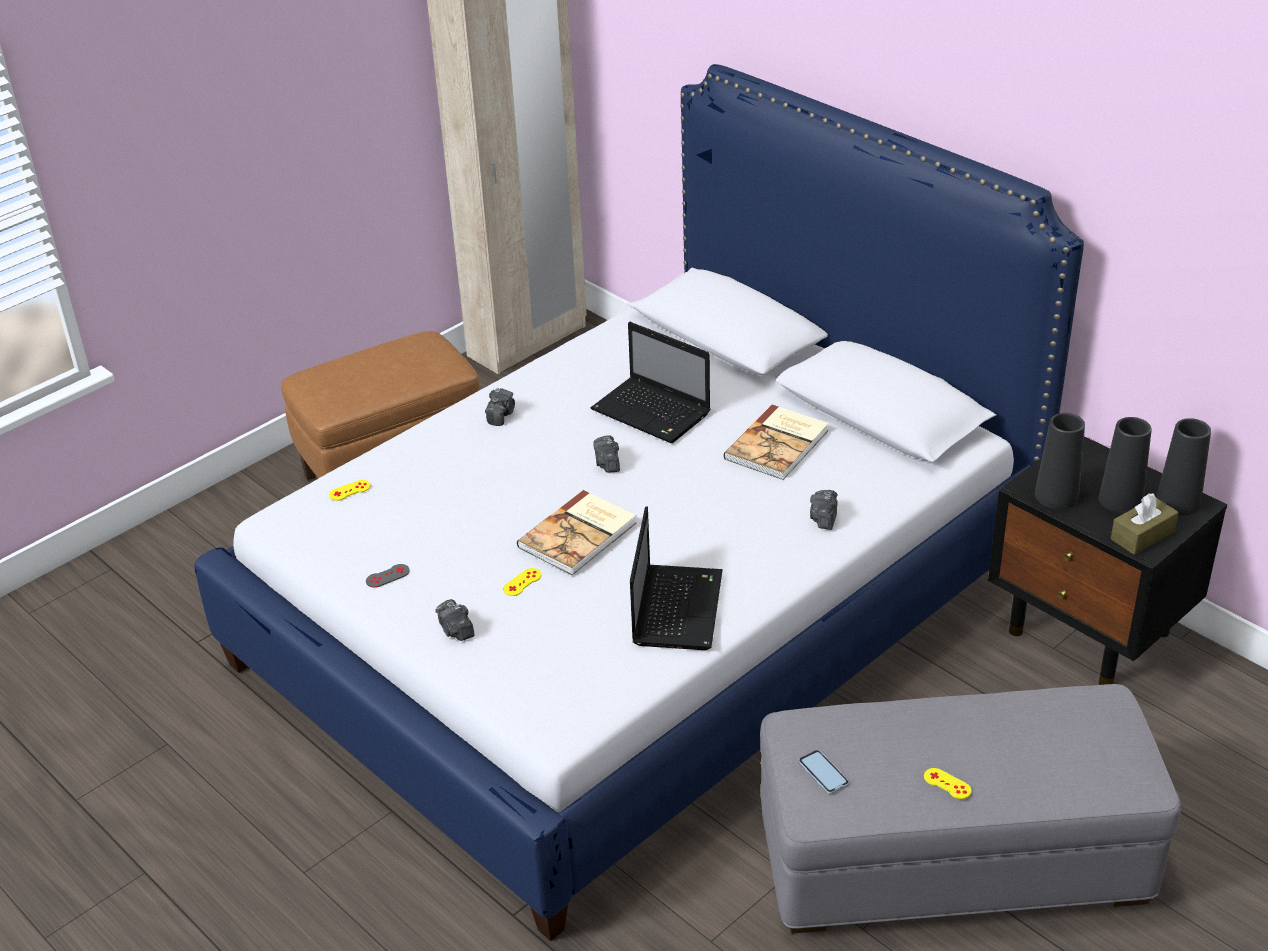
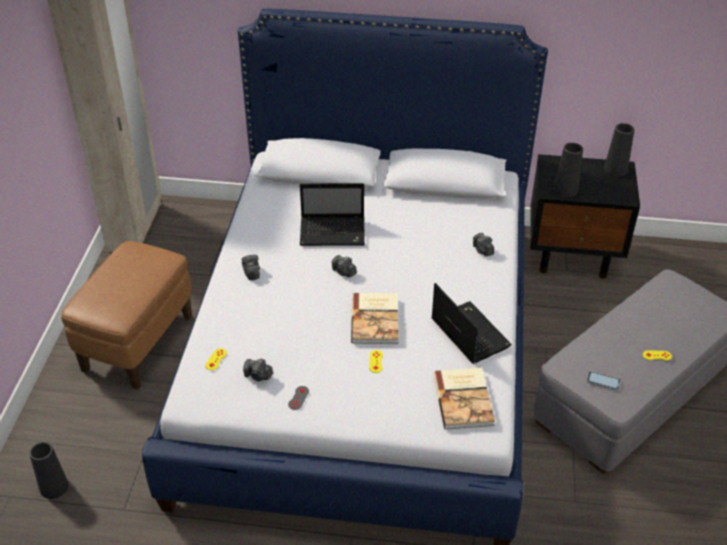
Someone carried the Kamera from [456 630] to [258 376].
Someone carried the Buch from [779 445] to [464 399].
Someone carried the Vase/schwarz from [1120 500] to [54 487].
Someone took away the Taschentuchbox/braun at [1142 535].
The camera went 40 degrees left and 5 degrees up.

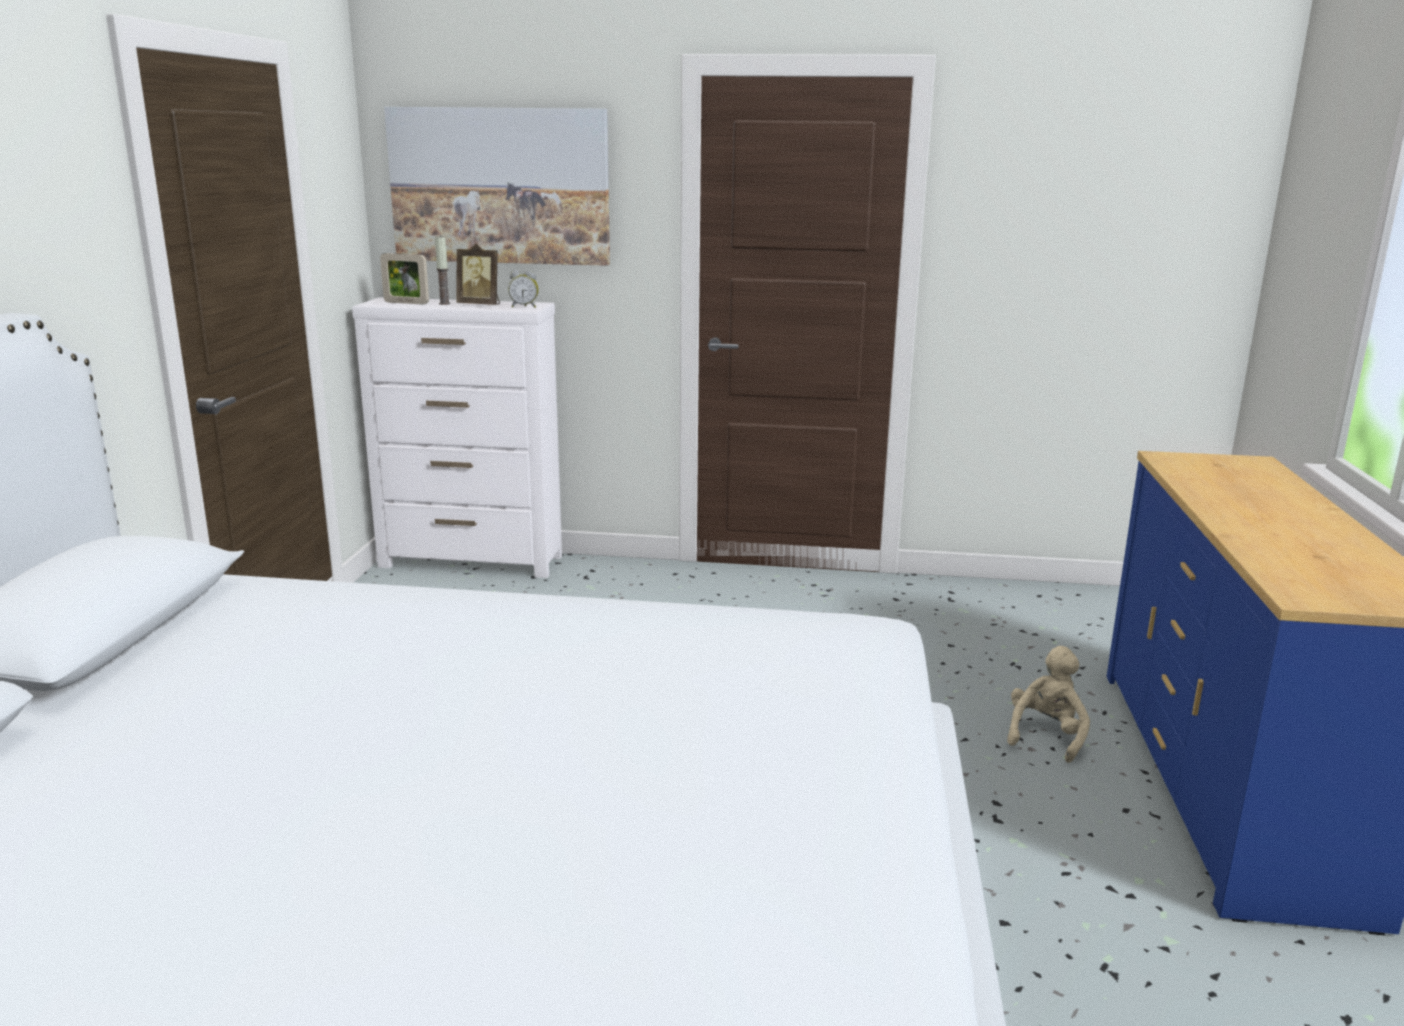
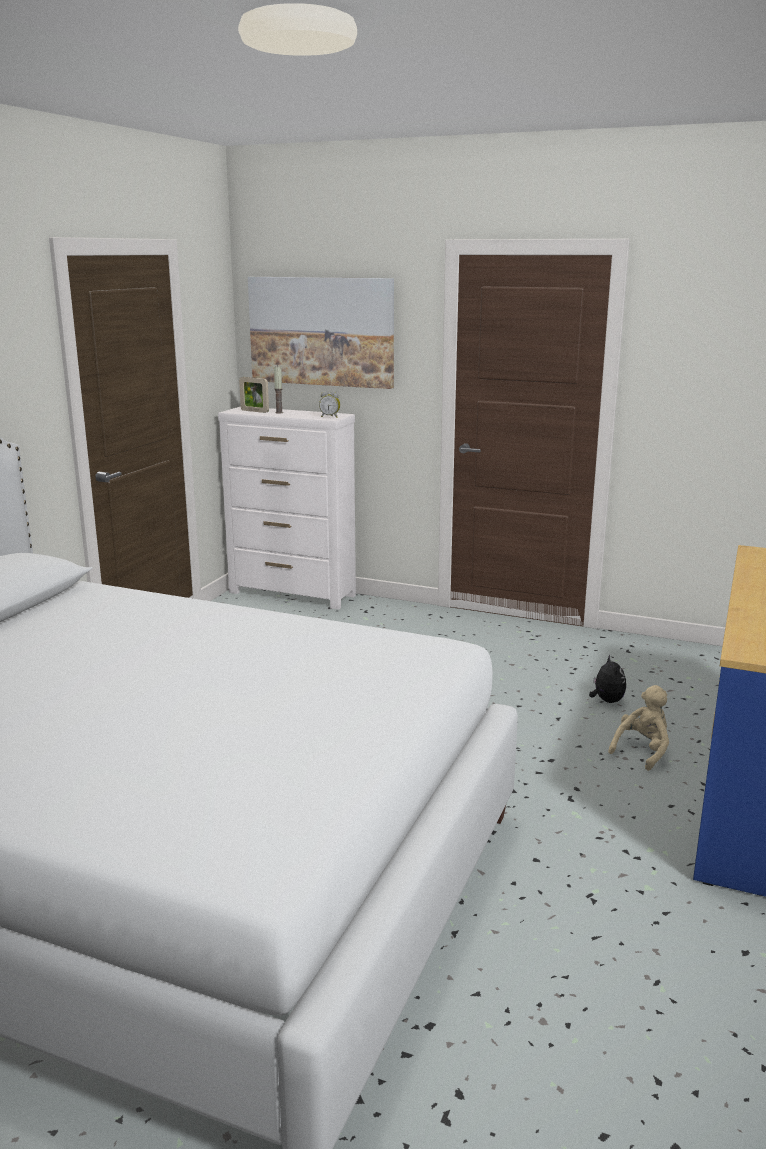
Someone took away the Bilderrahmen at [480 305].
Someone put down the Plüschtier at [606 701].
The camera went 15 degrees right and 0 degrees up.

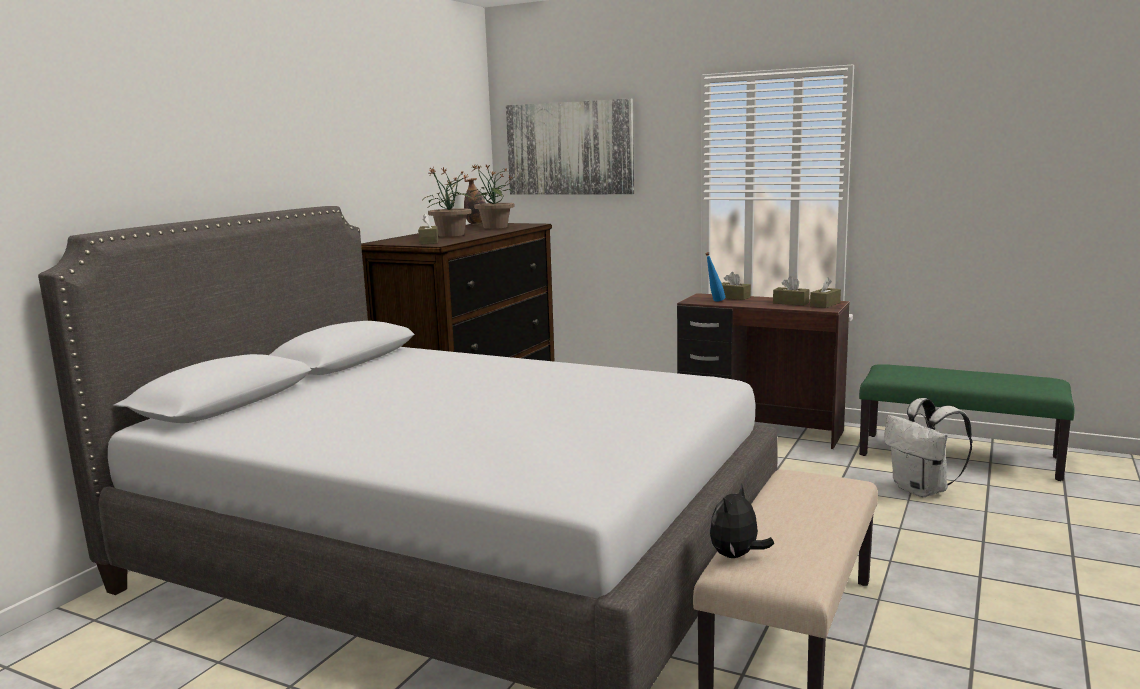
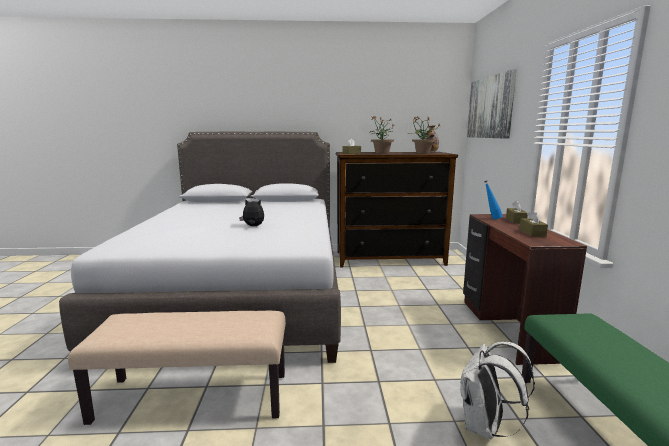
Someone carried the Plüschtier from [736 556] to [253 226].
Someone took away the Taschentuchbox/braun at [825 304].
The camera went 60 degrees right and 0 degrees up.

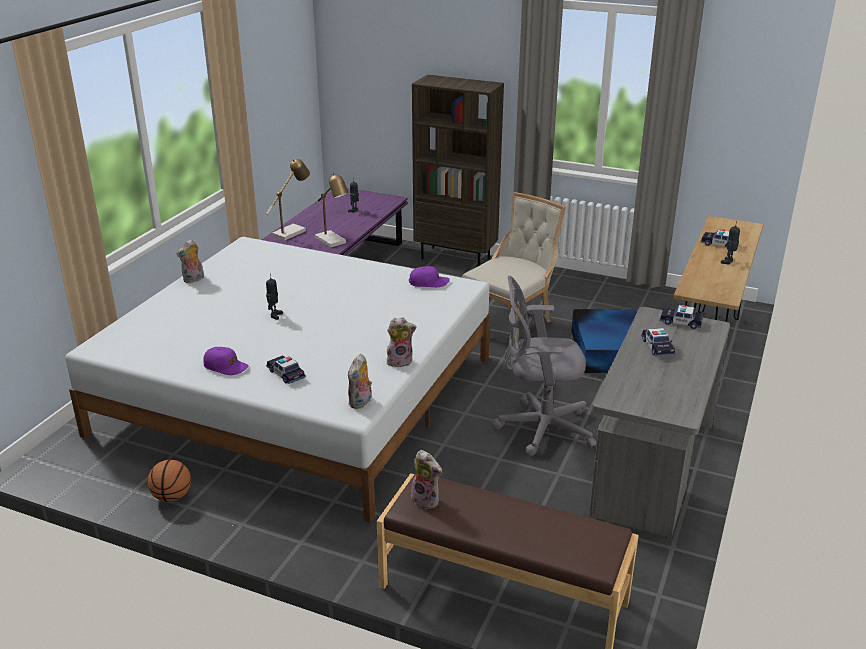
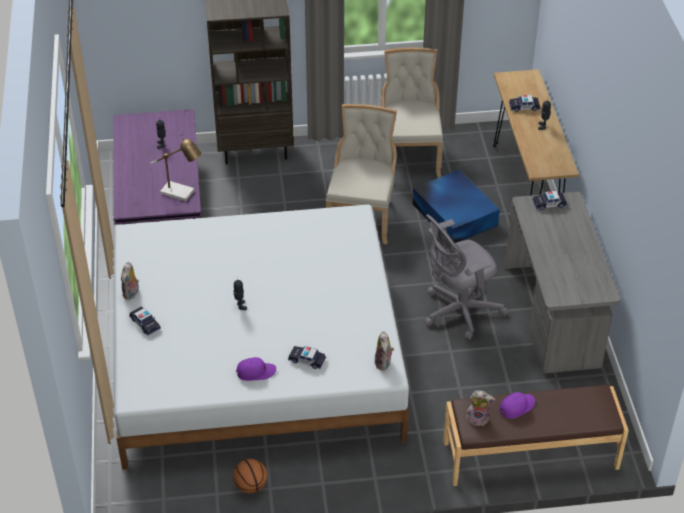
Someone took away the Tischlampe at [292 231].
Someone took away the Plüschtier at [400 361].
Someone carried the Kappe/lila from [428 282] to [516 407].
Someone carried the Spielzeugauto from [657 347] to [145 323].
Someone put down the Stuhl/beige at [409 155].
The camera went 30 degrees left and 15 degrees up.

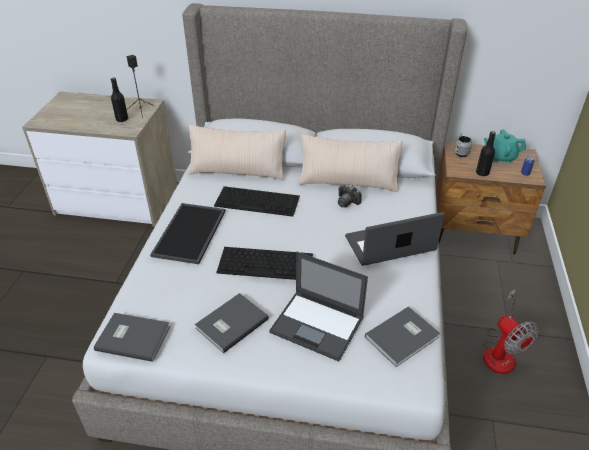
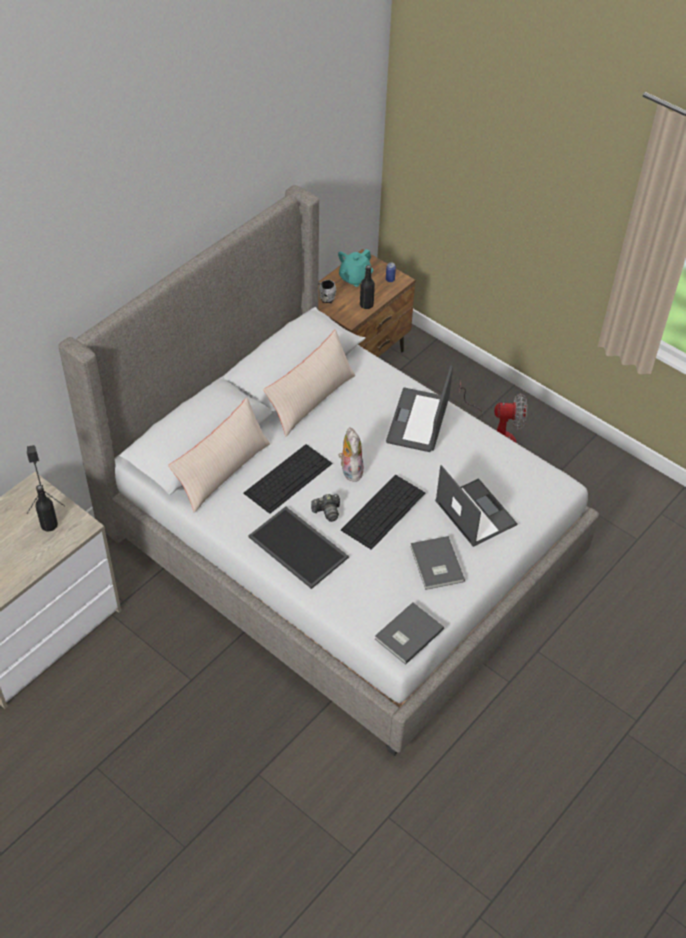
Someone rotated the Laptop at [318 325] by 90 degrees counterclockwise.
Someone carried the Kamera from [347 201] to [327 512].
Someone took away the Buch/grau at [403 338].
Someone put down the Plüschtier at [350 470].
The camera went 60 degrees left and 10 degrees up.

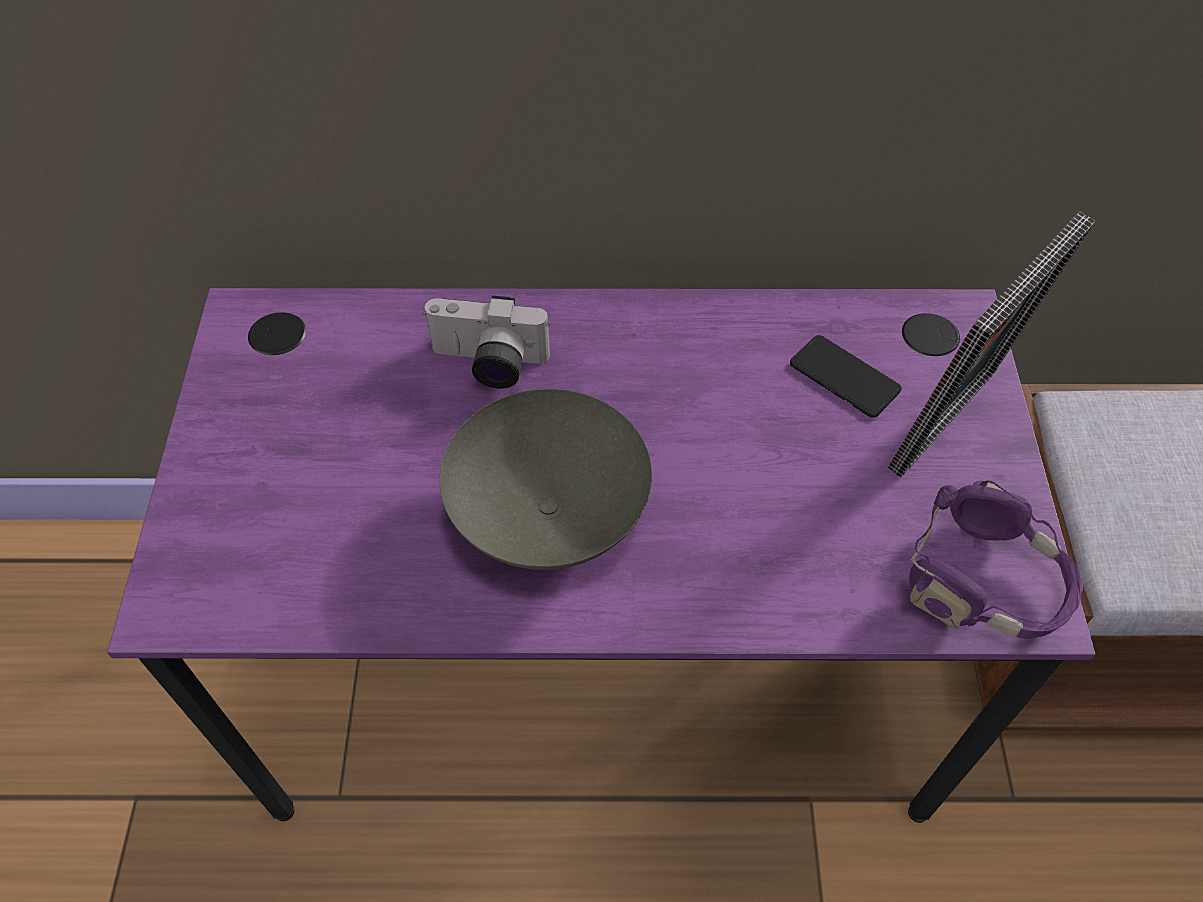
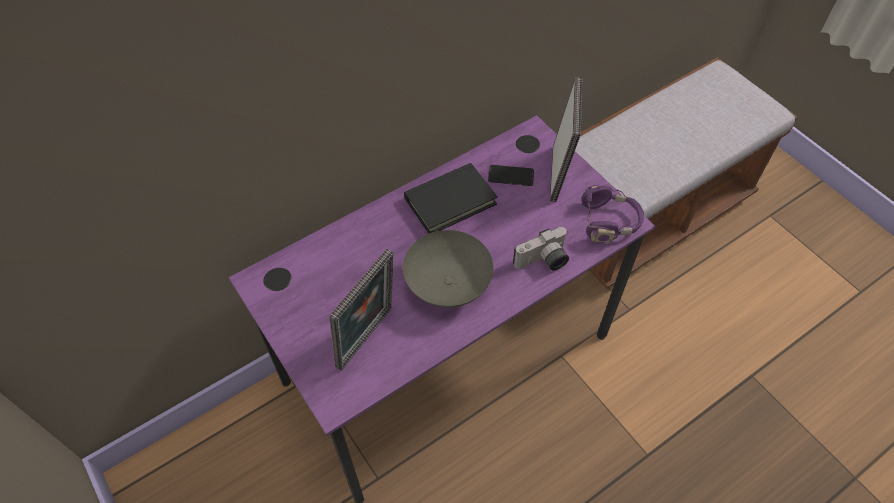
Someone carried the Kamera from [488 364] to [543 262].
Someone put down the Bilderrahmen at [368 340].
Someone put down the Buch/schwarz at [450 201].
The camera went 35 degrees left and 0 degrees up.

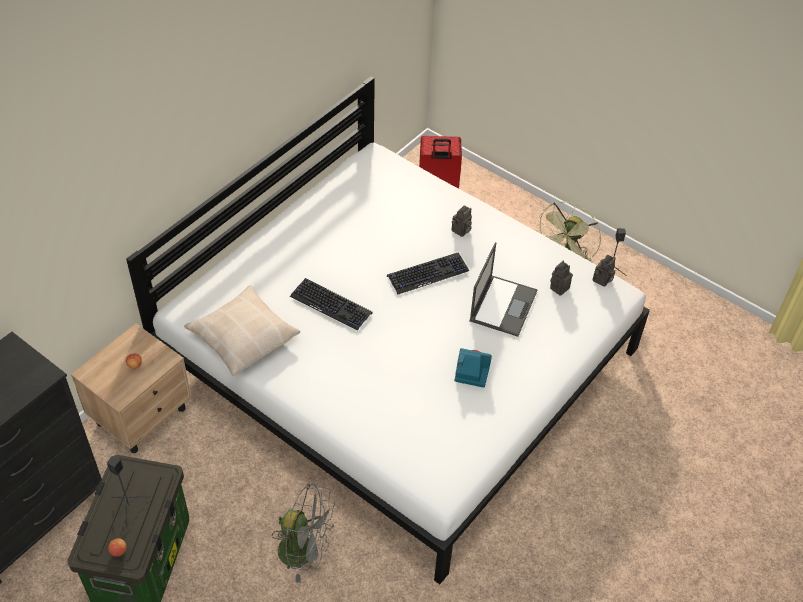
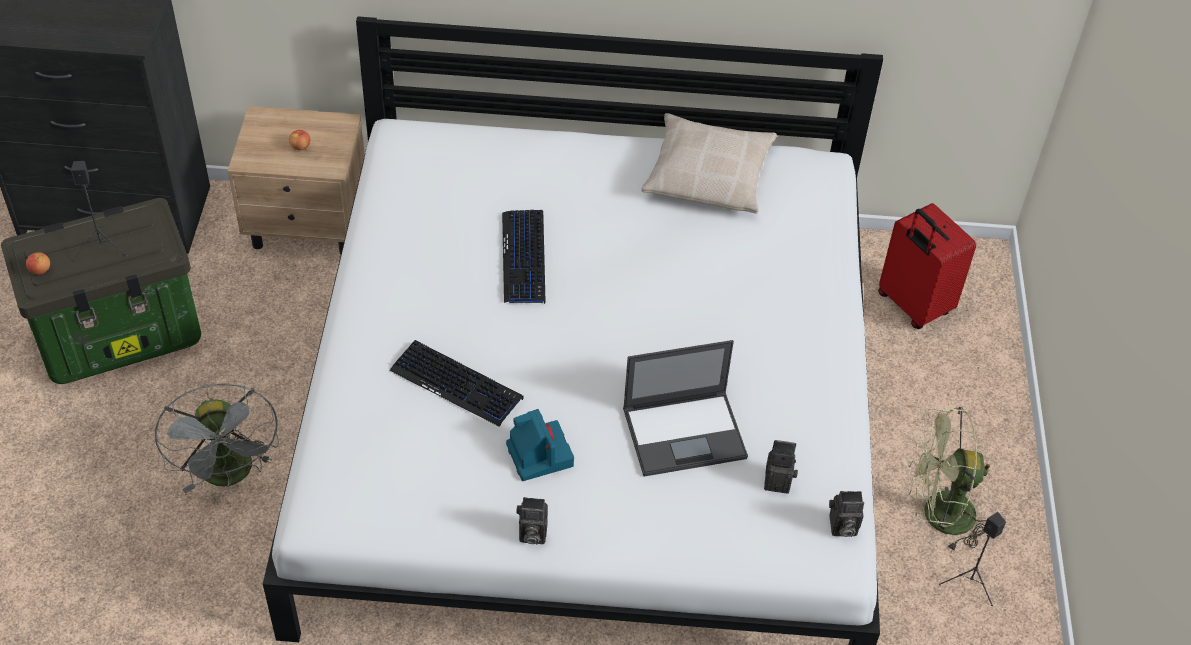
Someone carried the Kissen/beige from [243 337] to [708 175].
Someone carried the Tastatur from [428 274] to [457 384].
Someone carried the Kamera from [461 231] to [531 534].
The camera went 55 degrees right and 0 degrees up.

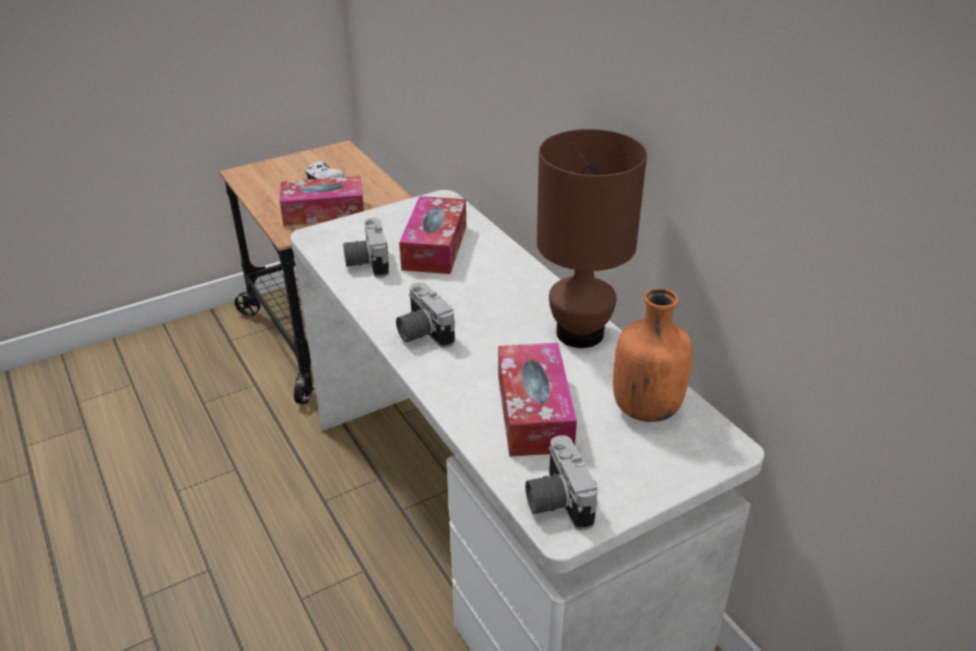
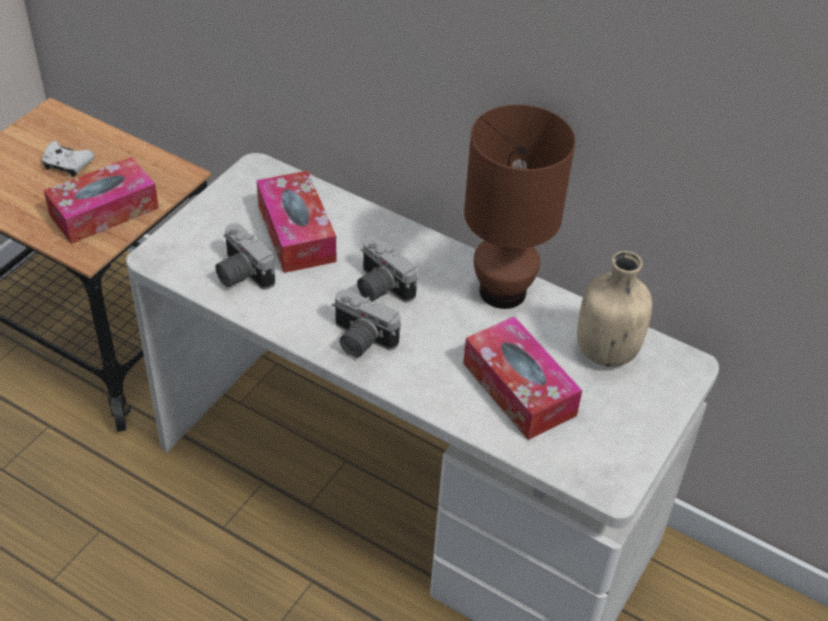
Someone carried the Kamera from [555 501] to [379 288].
Someone repainted the Flasche/orange at [645 407], which became the Flasche/beige at [605 350].
The camera went 30 degrees left and 10 degrees up.

